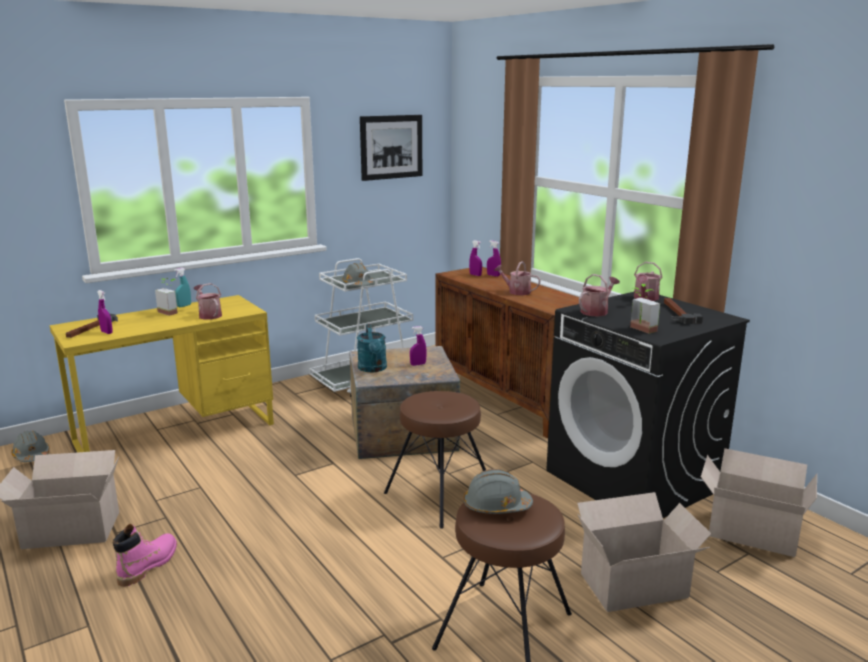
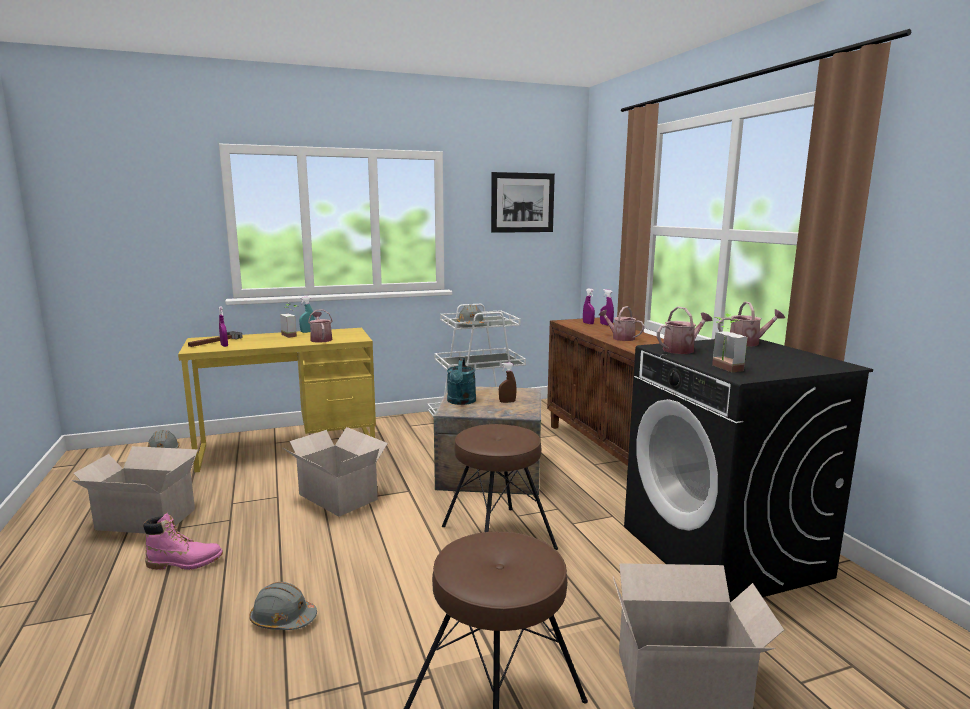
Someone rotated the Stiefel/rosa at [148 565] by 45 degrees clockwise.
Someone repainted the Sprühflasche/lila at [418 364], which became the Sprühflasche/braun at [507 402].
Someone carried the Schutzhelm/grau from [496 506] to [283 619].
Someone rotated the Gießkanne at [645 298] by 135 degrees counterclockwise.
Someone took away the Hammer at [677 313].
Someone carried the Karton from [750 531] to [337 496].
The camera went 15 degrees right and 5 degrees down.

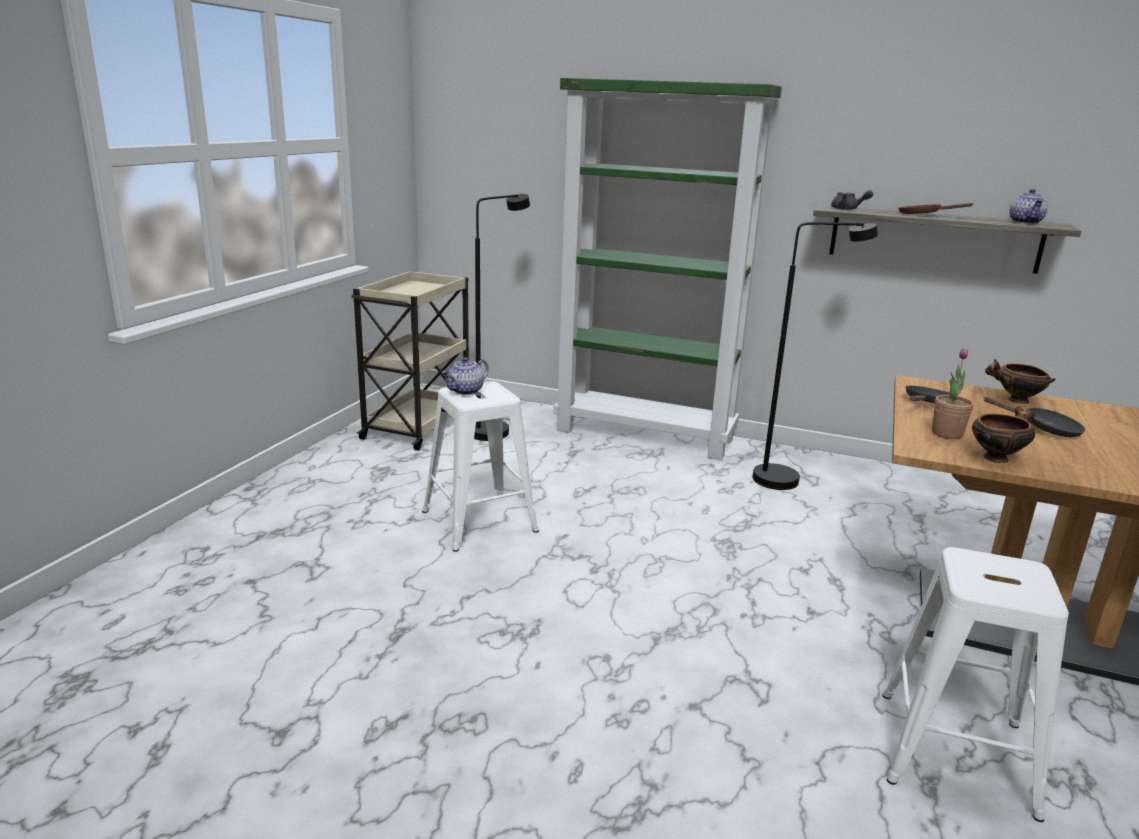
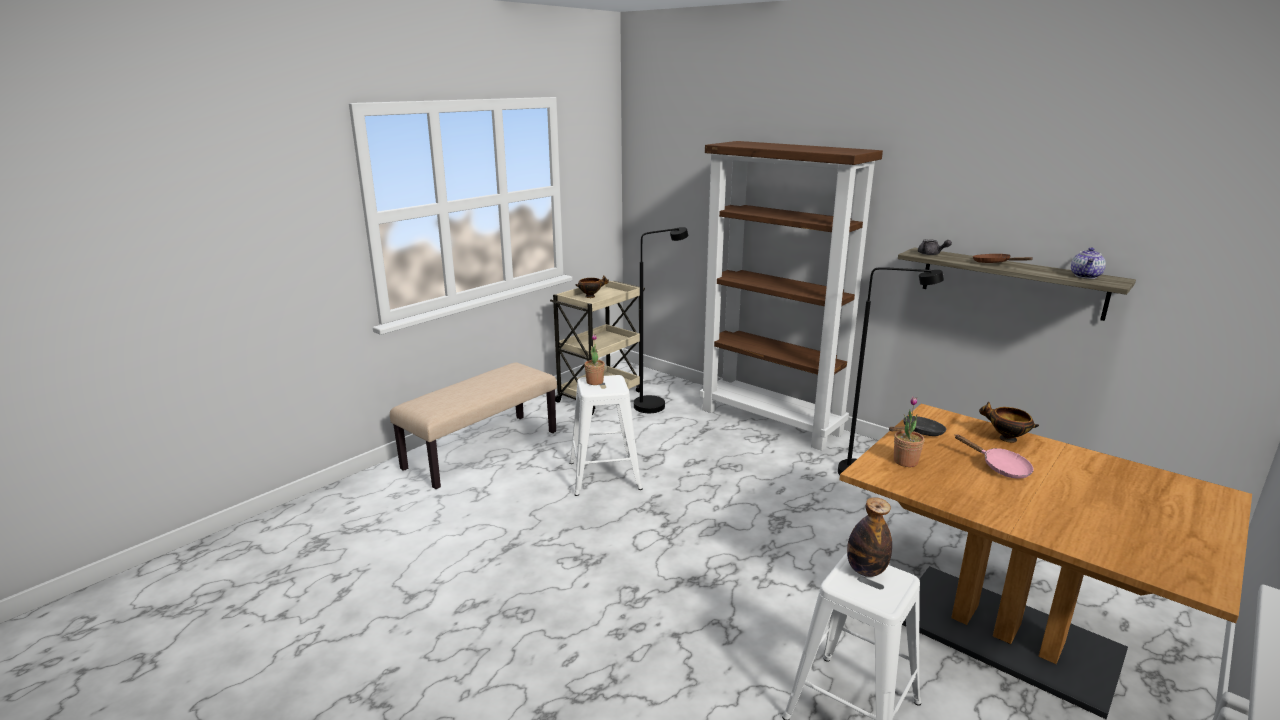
Someone swapped the Teekanne at [466 391] for the Topfpflanze at [595 382].
Someone repainted the Bücherregal/grün at [646 434], which became the Bücherregal/braun at [772 421].
Someone carried the Schüssel from [996 457] to [591 296].
Someone repainted the Pfanne/schwarz at [1044 429], which became the Pfanne/rosa at [1000 467].
Someone put down the Bank/beige at [482 449].
Someone put down the Flasche at [866 570].
The camera went 20 degrees right and 0 degrees up.

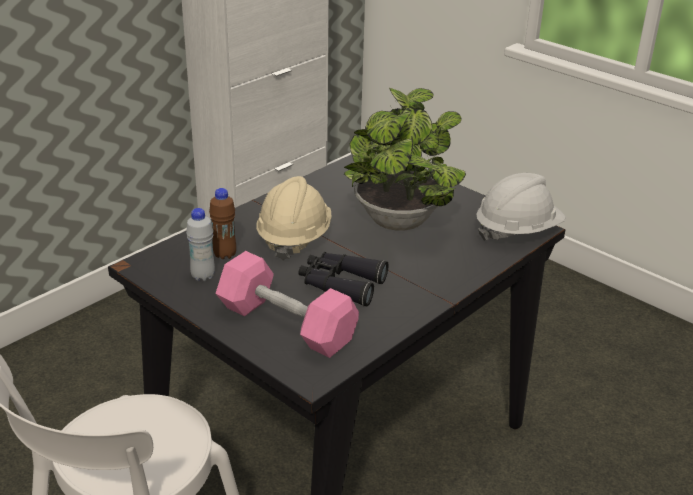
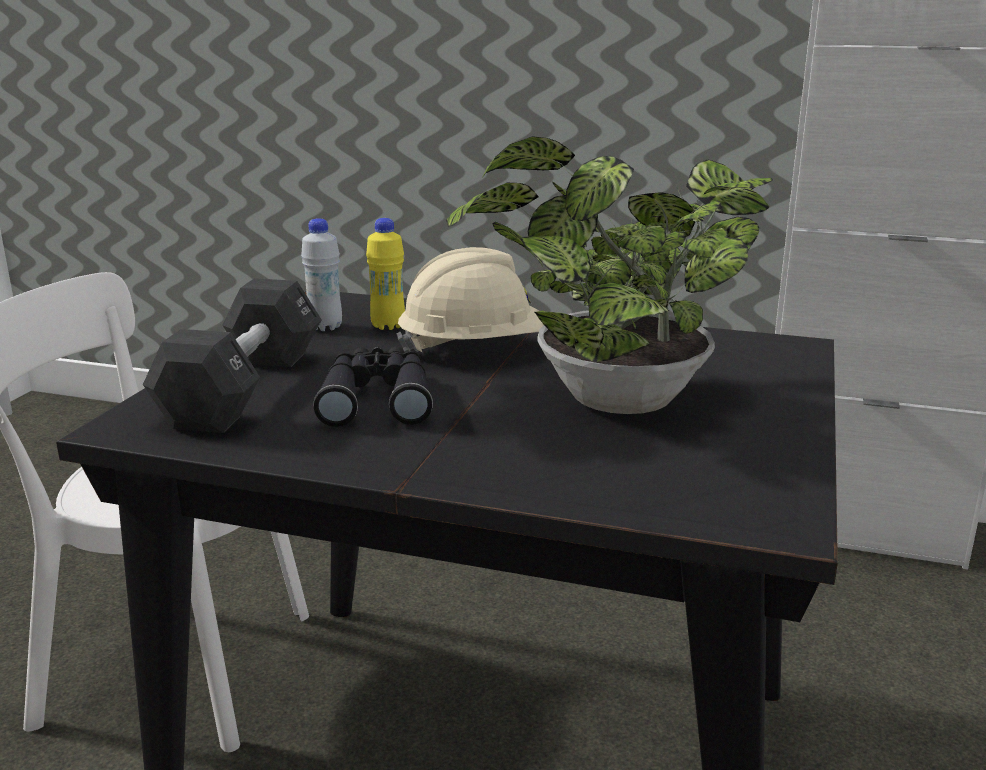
Someone repainted the Flasche/braun at [225 254], which became the Flasche/gelb at [388 326].
Someone repainted the Hantel/rosa at [286 324], which became the Hantel/schwarz at [244 388].
Someone took away the Schutzhelm/weiß at [517 231].
The camera went 65 degrees right and 10 degrees down.

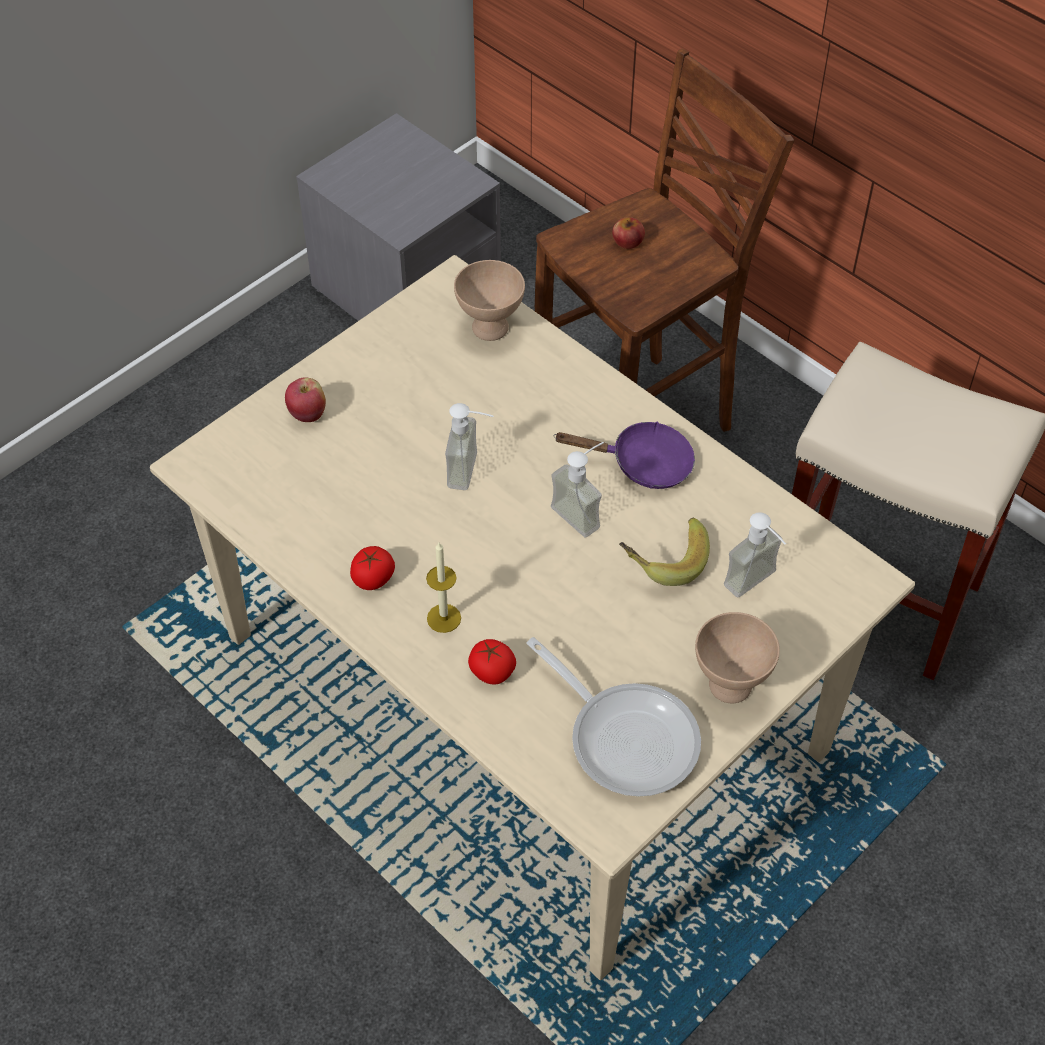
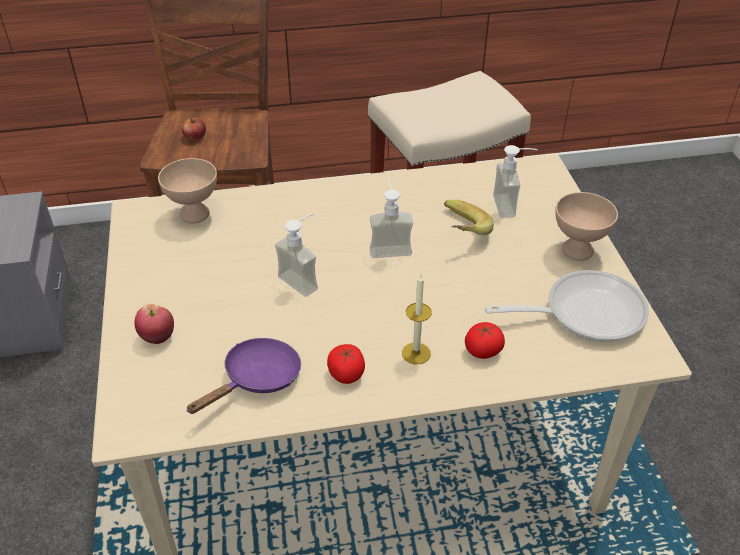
Someone carried the Pfanne/lila from [642 464] to [257 379].
The camera went 55 degrees left and 10 degrees down.

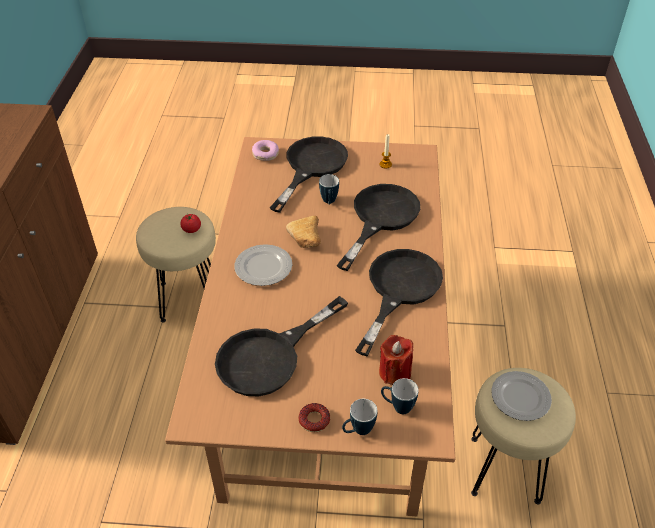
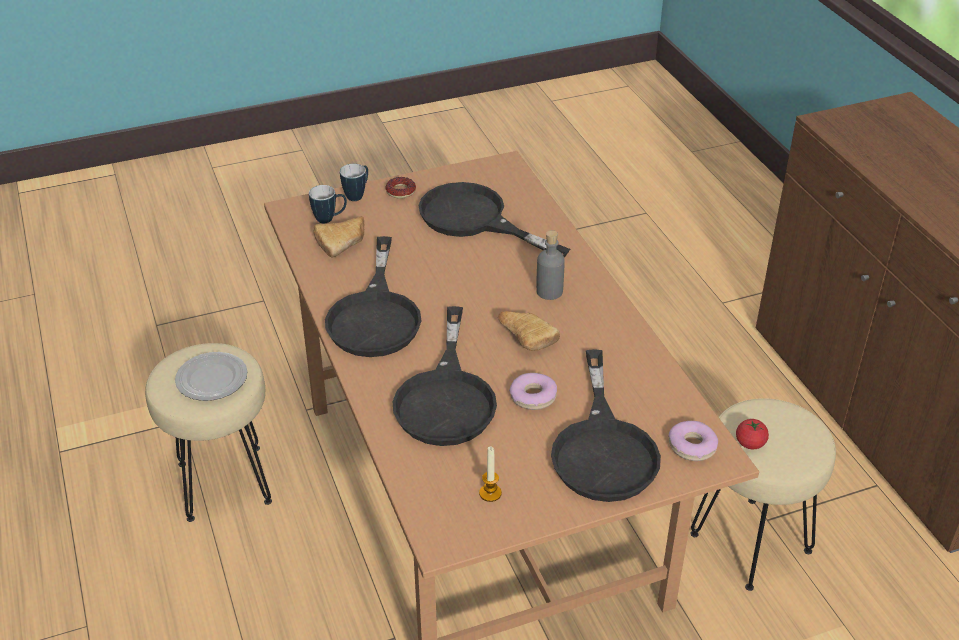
Someone rotated the Pfanne/schwarz at [270 356] by 75 degrees counterclockwise.
Someone swapped the Teller at [264 267] for the Flasche/grau at [549 291].
Someone swapped the Henkelbecher at [329 202] for the Donut at [533 397].
Someone swapped the Kerze/rot at [395 372] for the Brot at [344 242].
The camera went 155 degrees right and 5 degrees down.

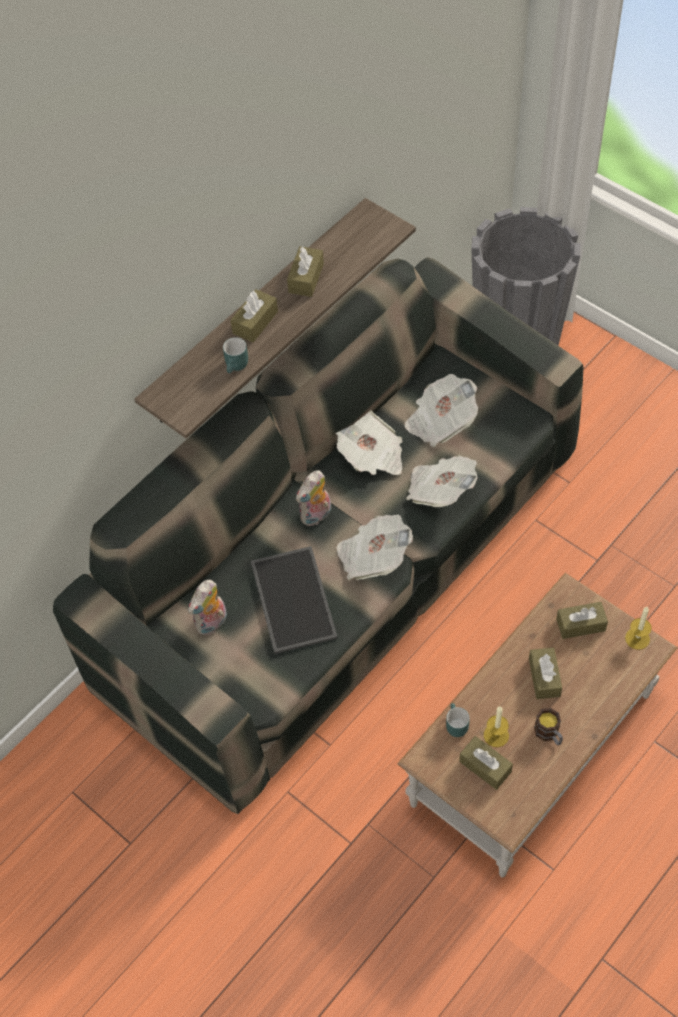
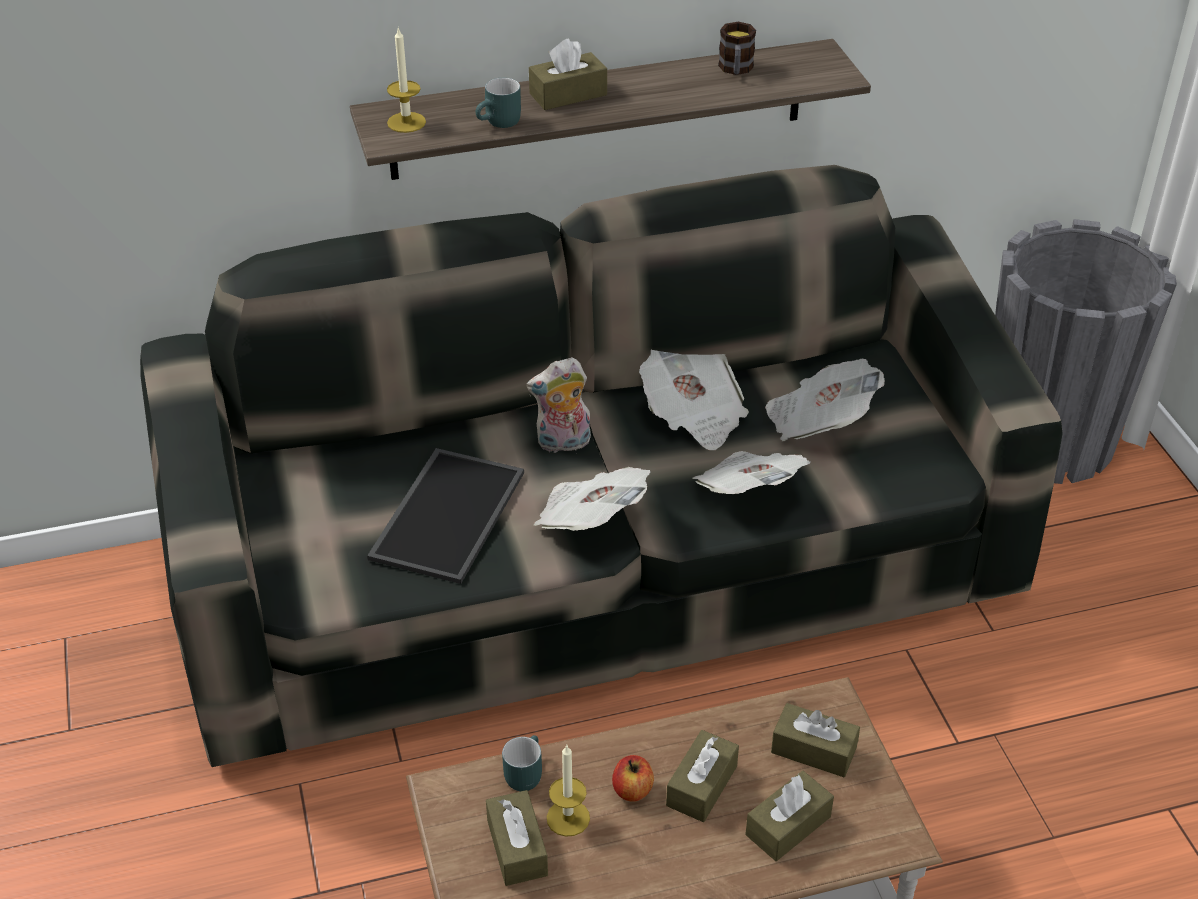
Someone took away the Plüschtier at [212 623].
Someone carried the Taschentuchbox/braun from [306 278] to [788 826].
Someone carried the Henkelbecher from [549 734] to [736 70].
Someone carried the Kerze from [637 638] to [406 122].
Someone put down the Apfel at [632 790].
The camera went 30 degrees right and 15 degrees down.

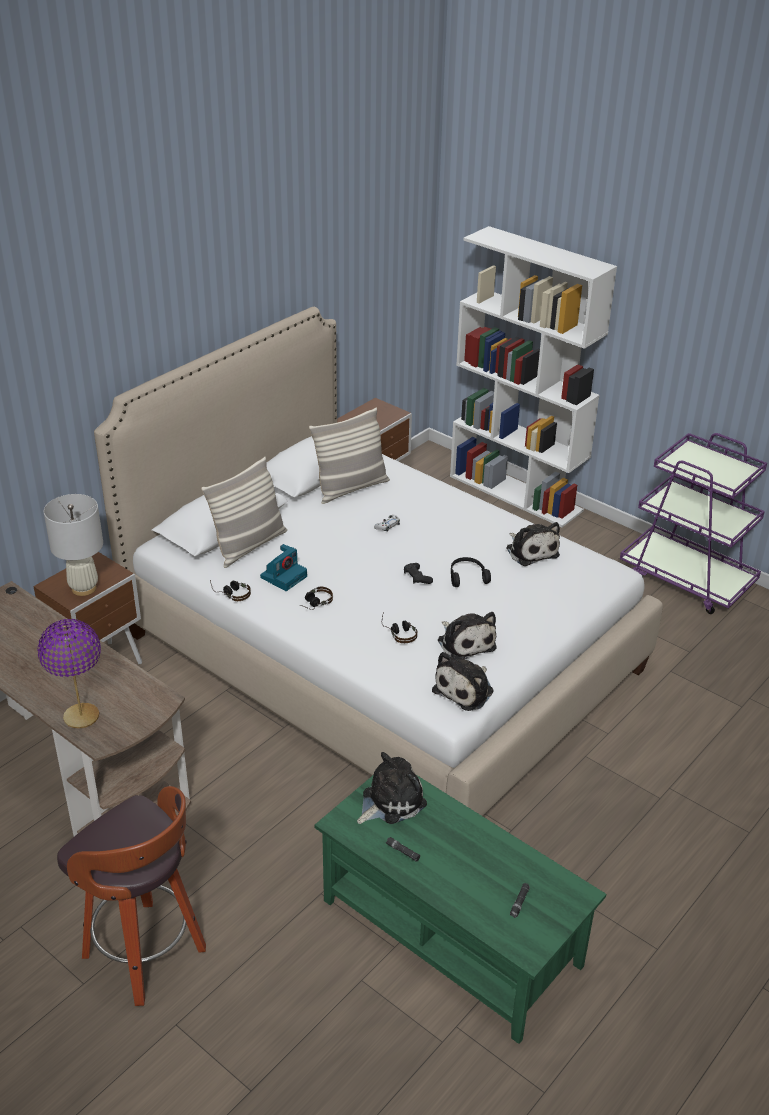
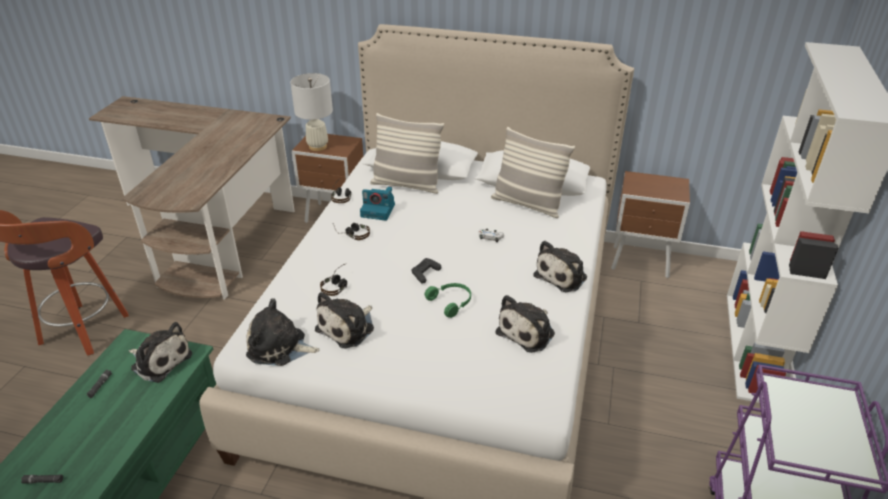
Someone took away the Tischlampe/lila at [81 717].
Someone repainted the Kopfhörer/schwarz at [467 576], which became the Kopfhörer/grün at [451 302].
Someone put down the Plüschtier at [562 275].
The camera went 65 degrees right and 0 degrees up.

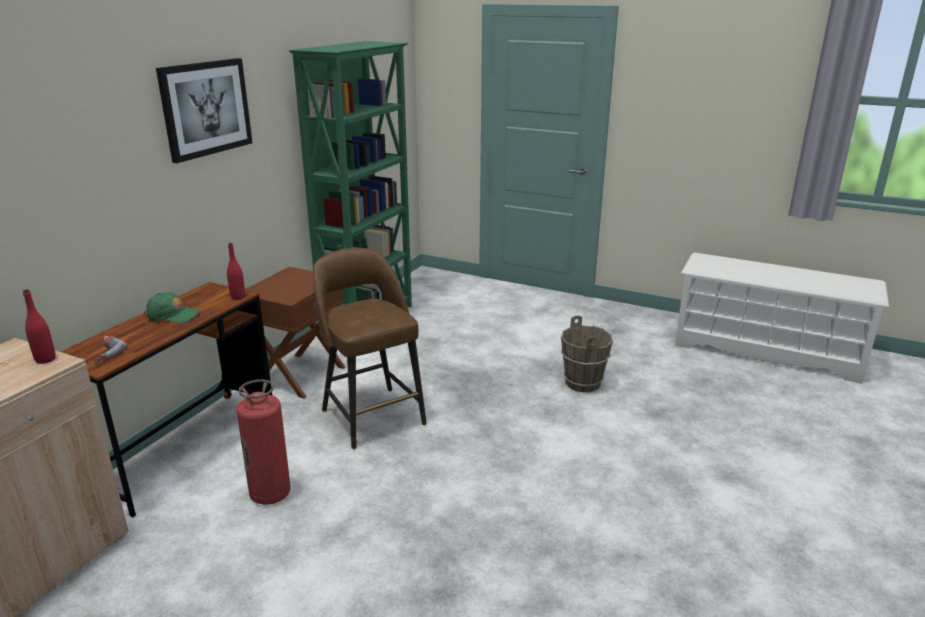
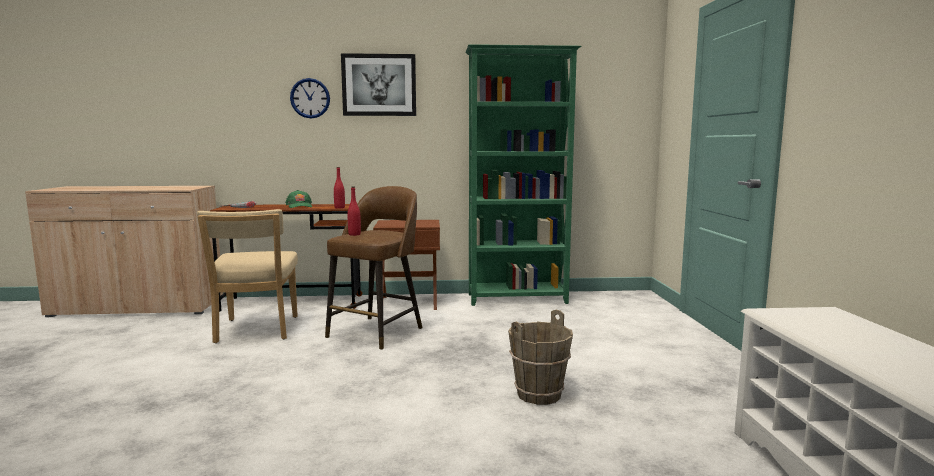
Someone carried the Flasche/rot from [45 359] to [354 234].
Someone swapped the Feuerlöscher at [270 494] for the Stuhl/beige at [256 331].
Someone put up the Wanduhr at [310 98].
The camera went 60 degrees right and 15 degrees down.

